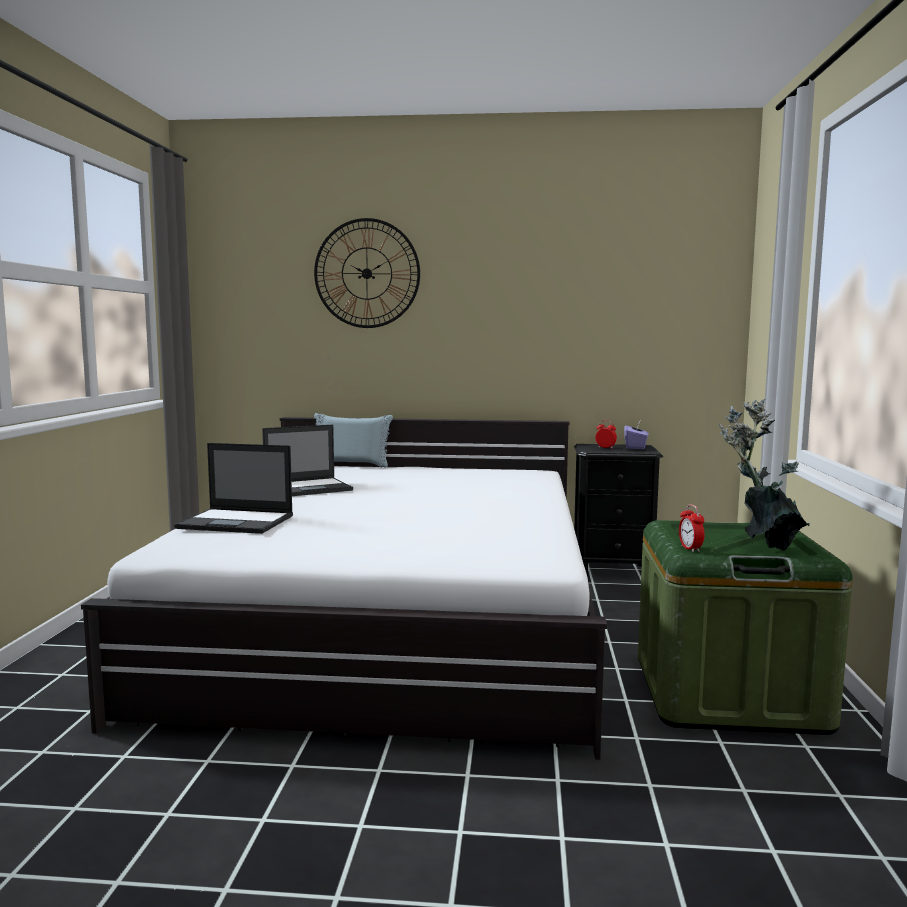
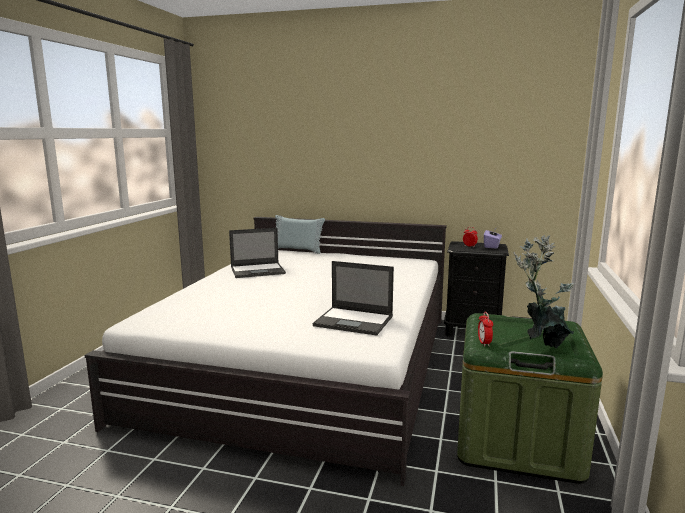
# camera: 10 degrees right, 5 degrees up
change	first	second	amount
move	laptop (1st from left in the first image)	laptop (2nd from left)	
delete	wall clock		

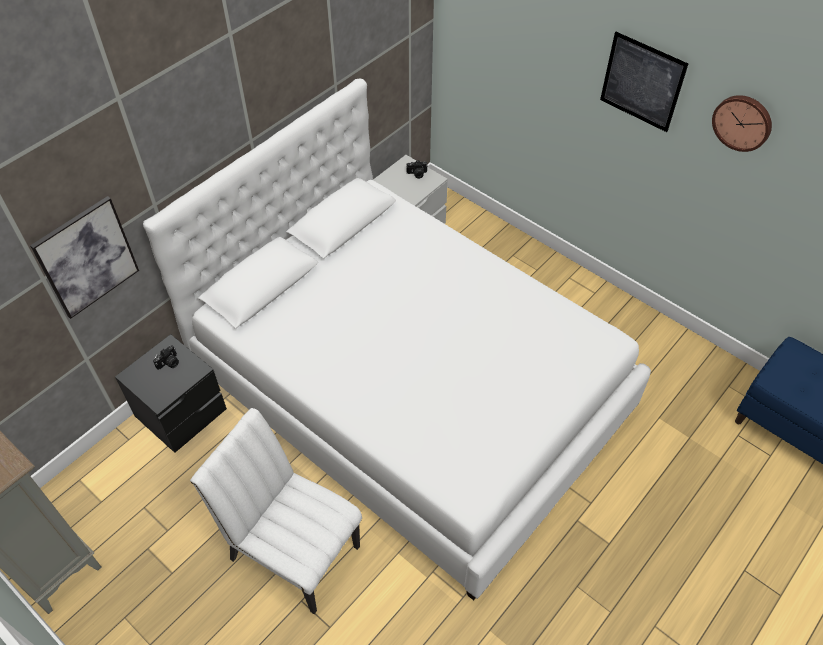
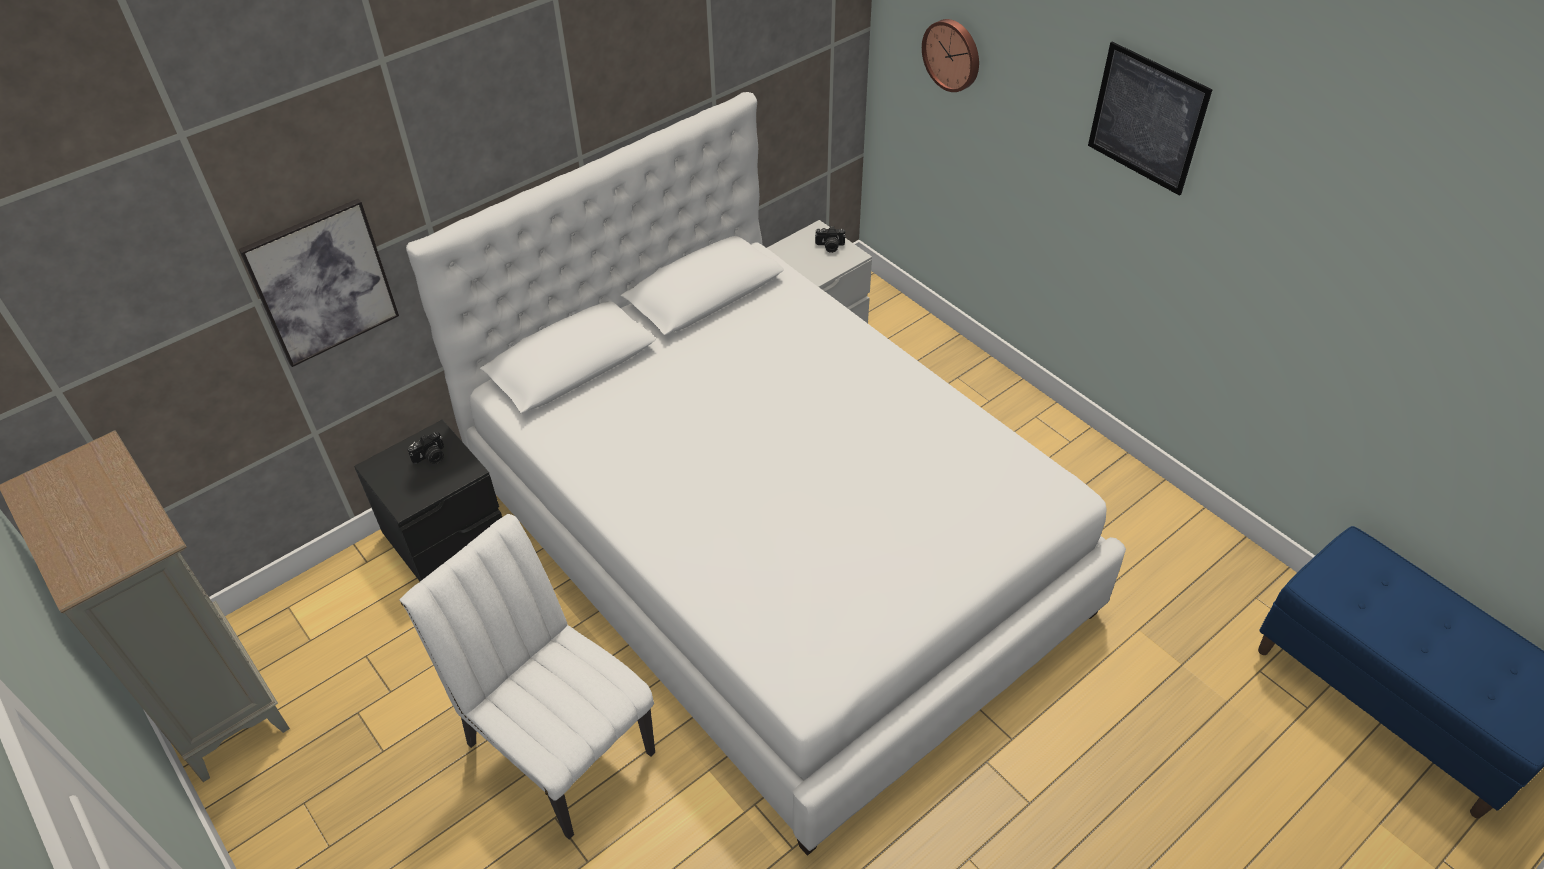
# camera: 10 degrees right, 5 degrees down
change	first	second	amount
move	wall clock		

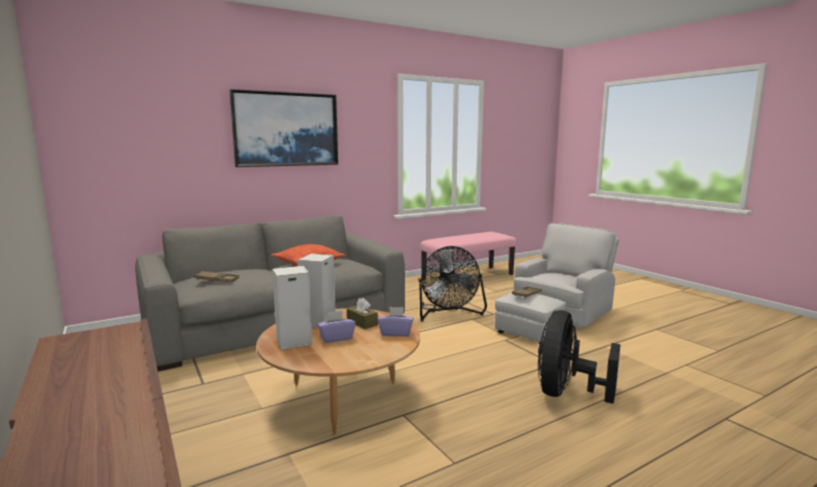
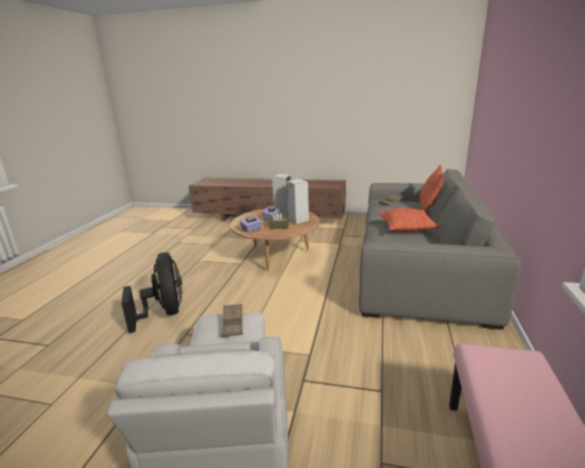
# camera: 135 degrees right, 10 degrees up
change	first	second	amount
insert		orange pillow (2nd from left)	
delete	picture		
delete	black fan (1st from left)		

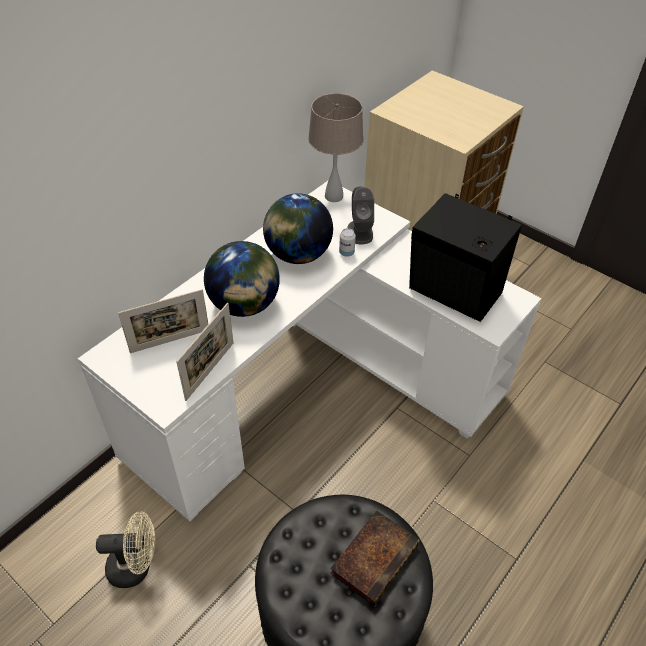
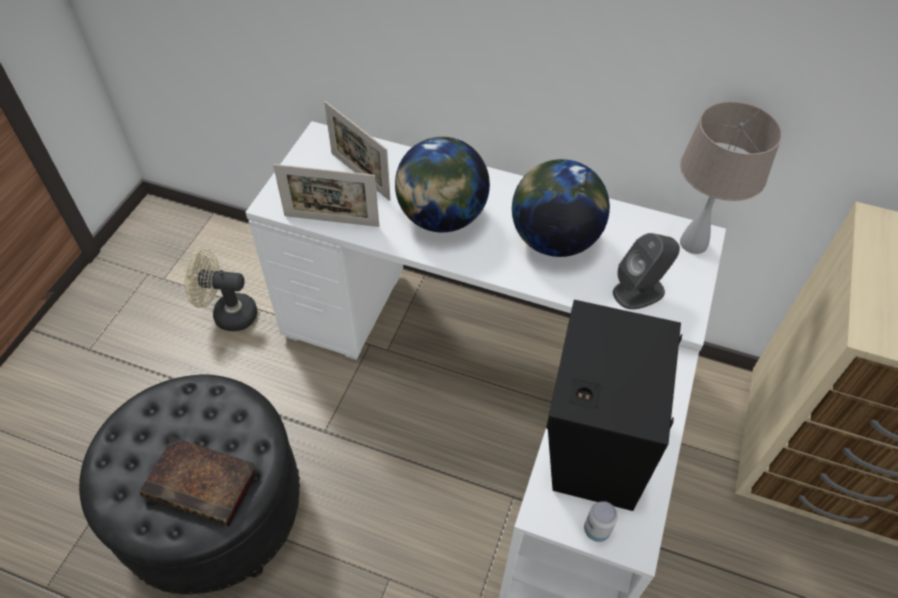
# camera: 70 degrees right, 5 degrees up
change	first	second	amount
rotate	beige fan		120 degrees clockwise
move	can		

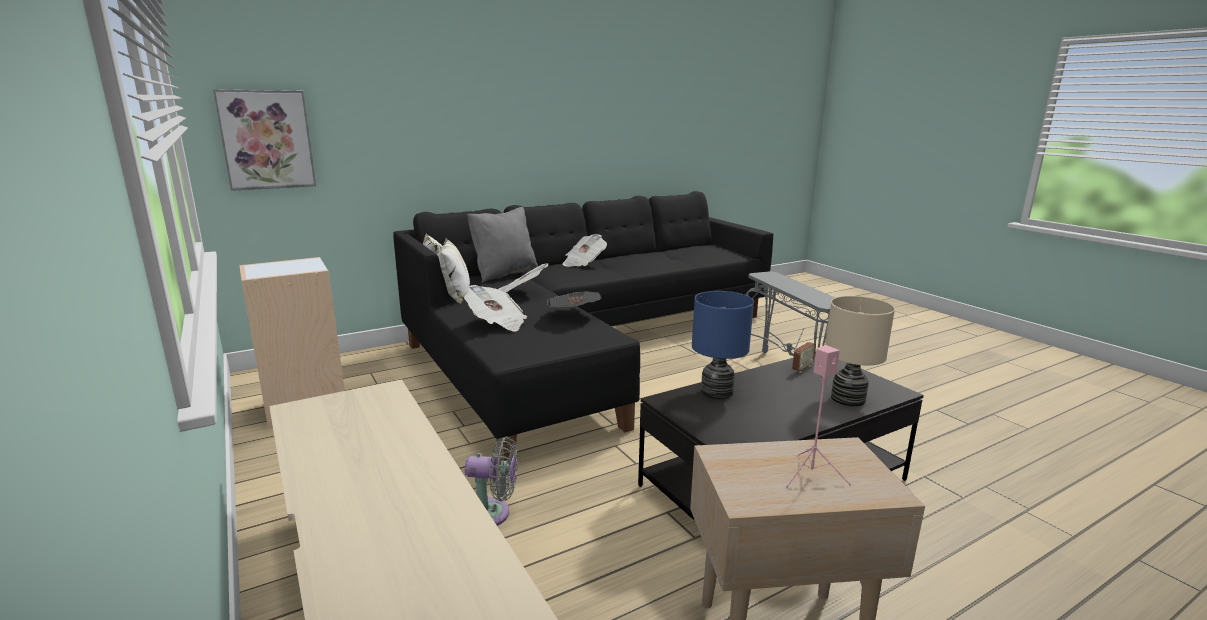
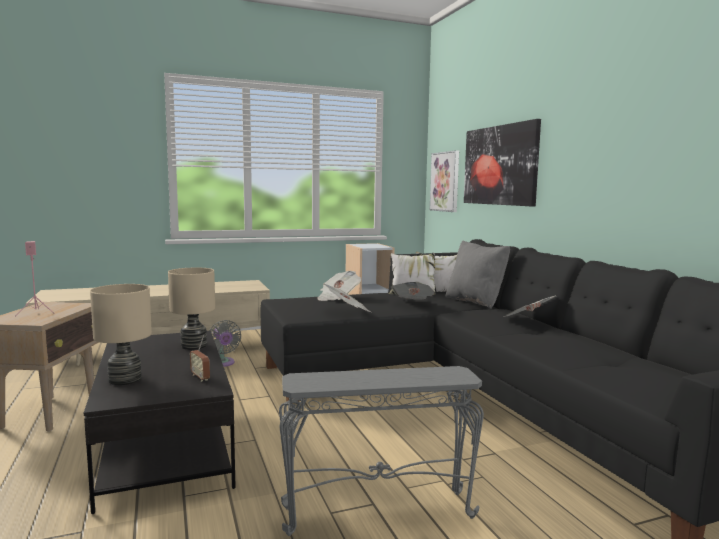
# camera: 100 degrees right, 10 degrees down
change	first	second	amount
recolor	blue table lamp	beige table lamp (2nd from left)	
rotate	grey fan		45 degrees counterclockwise
insert		picture (2nd from left)	

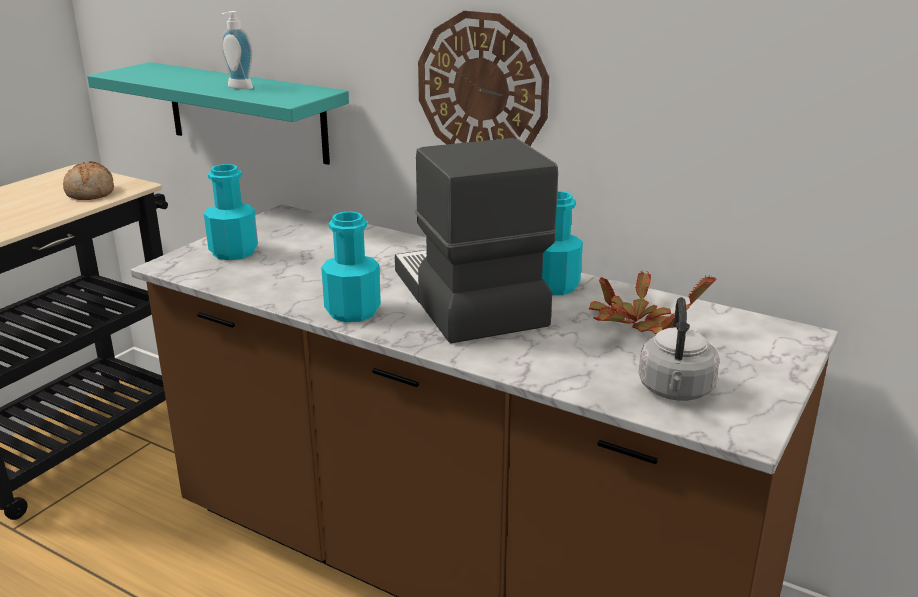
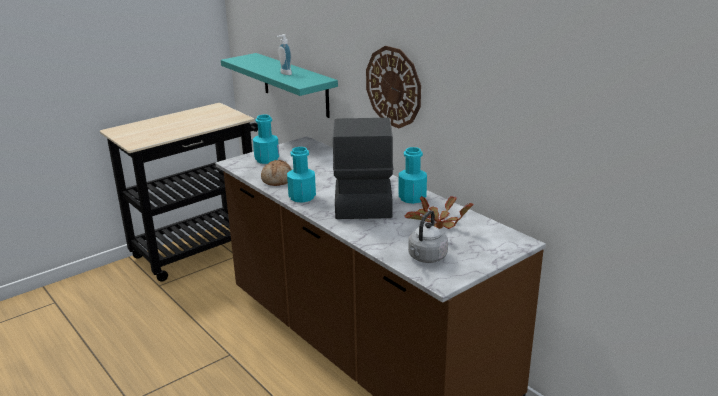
# camera: 20 degrees right, 0 degrees up
change	first	second	amount
move	bread		

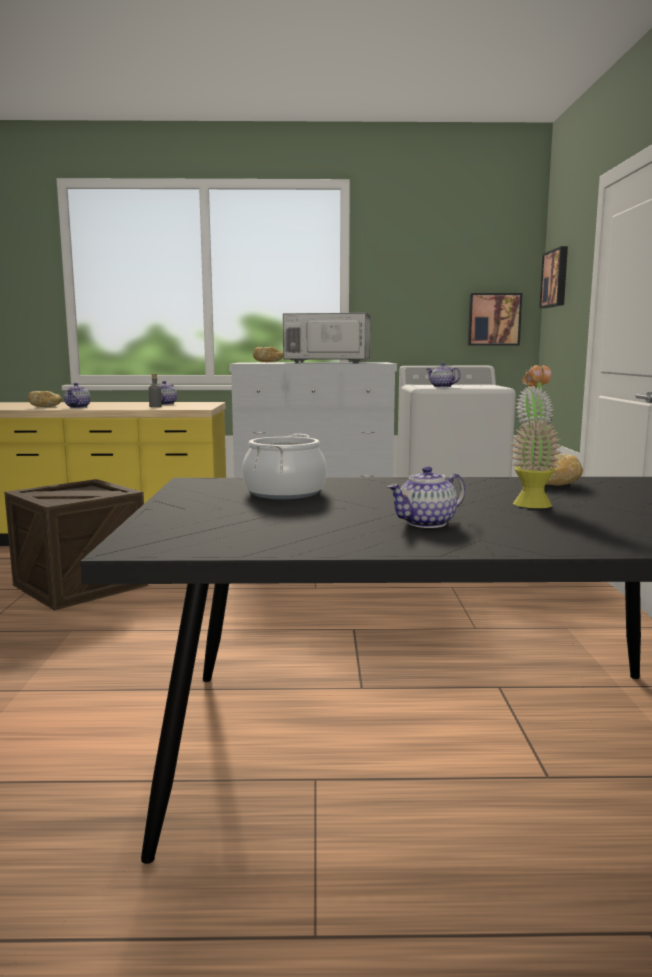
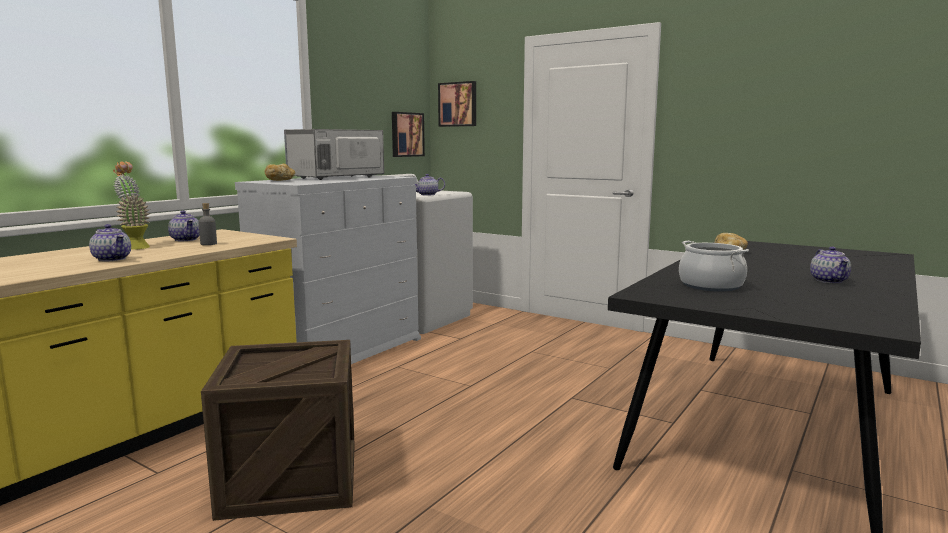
# camera: 55 degrees left, 0 degrees up
change	first	second	amount
move	potted plant		
delete	bread (1st from left)		

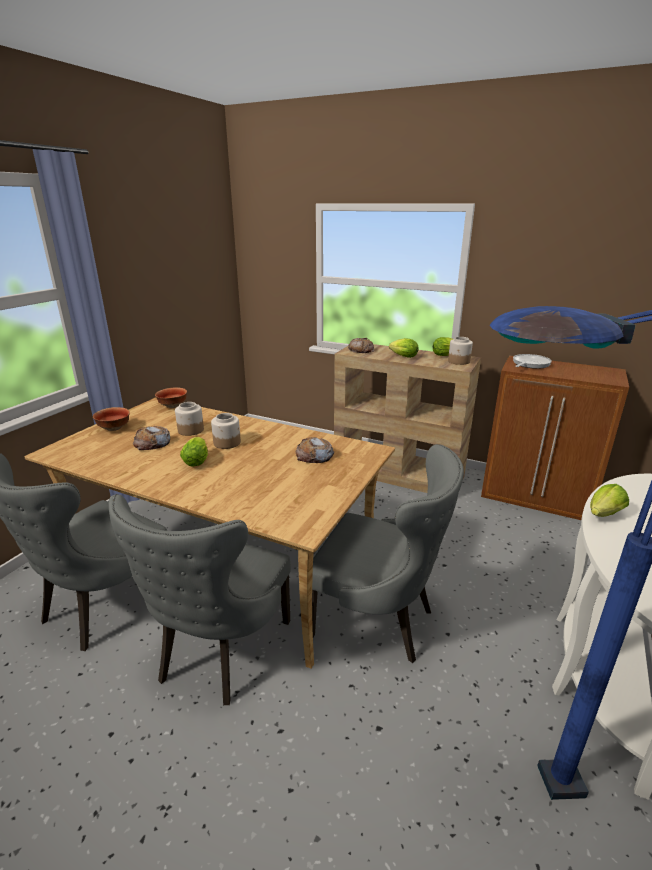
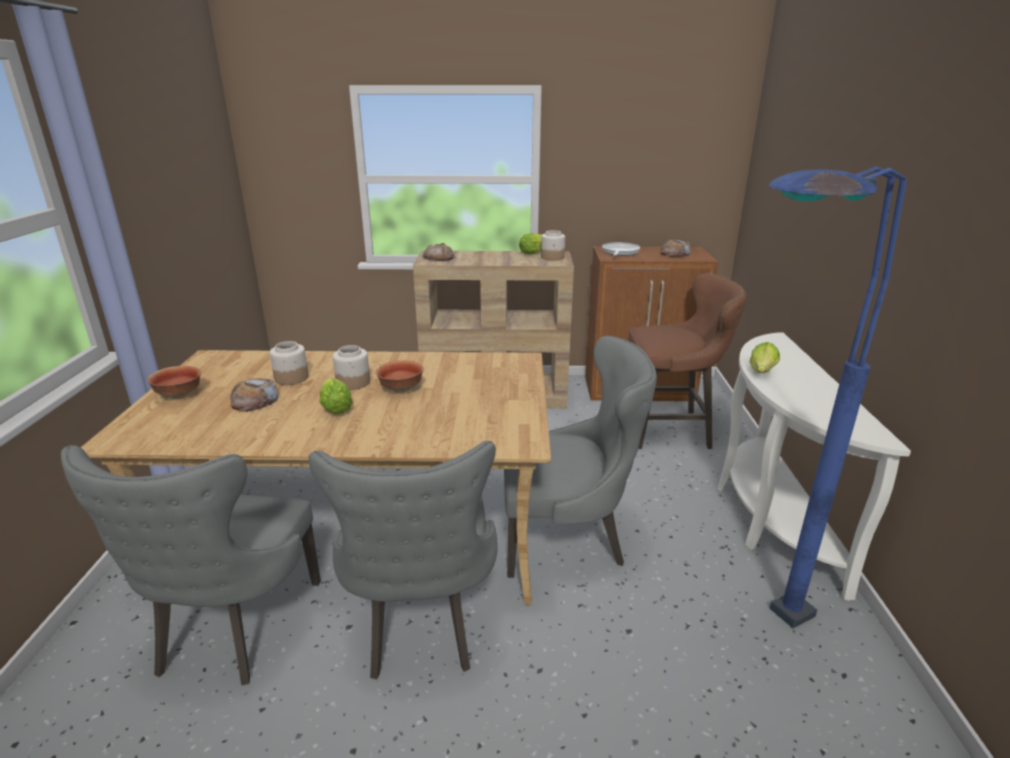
# camera: 25 degrees left, 0 degrees up
change	first	second	amount
move	bowl (2nd from left)		
insert		brown stool	
move	bread (2nd from left in the first image)	bread (3rd from left)	
delete	lettuce (2nd from left)		

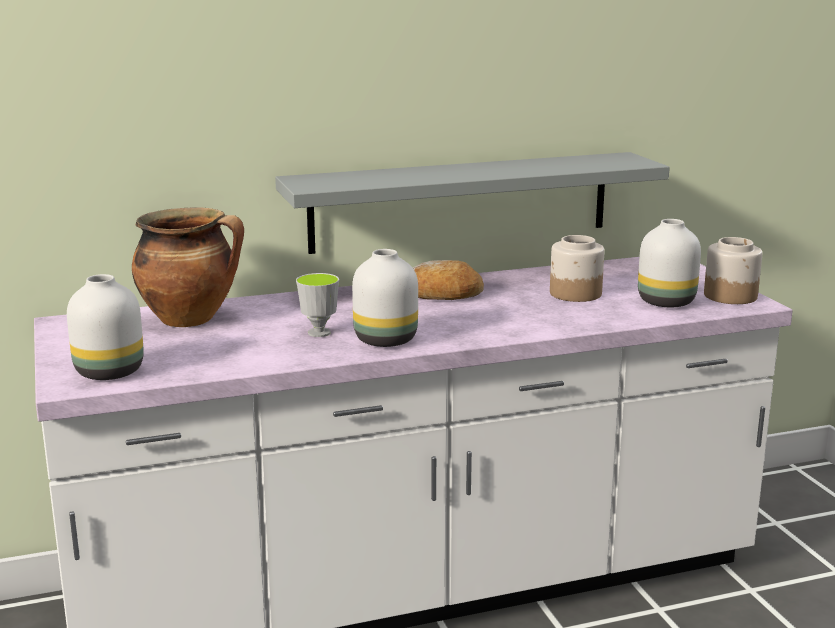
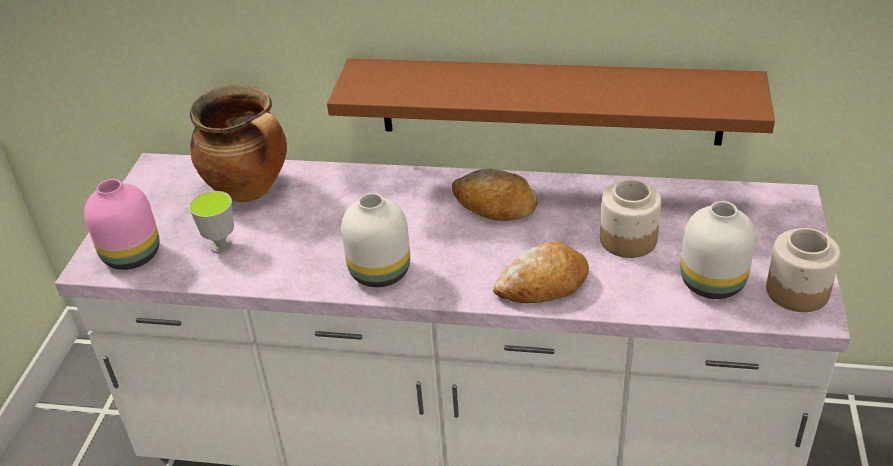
# camera: 30 degrees right, 20 degrees up
change	first	second	amount
recolor	white vase (1st from left)	pink vase	
move	cup		
recolor	grey shelf	brown shelf	
insert		bread (2nd from left)	

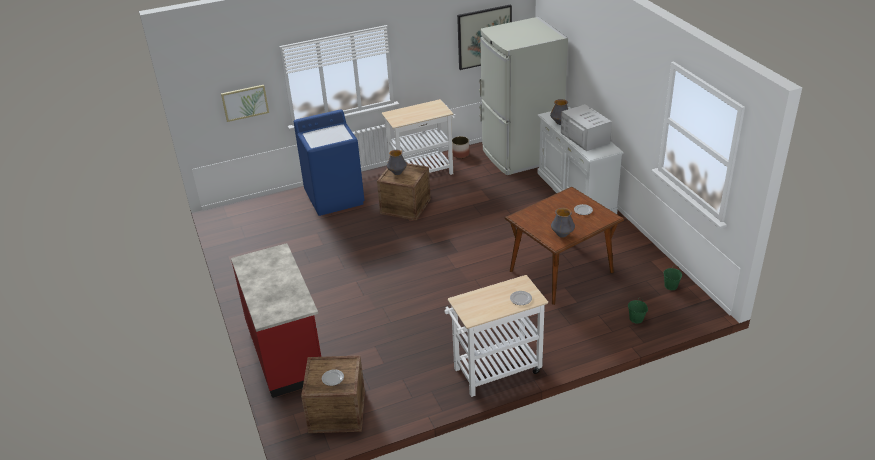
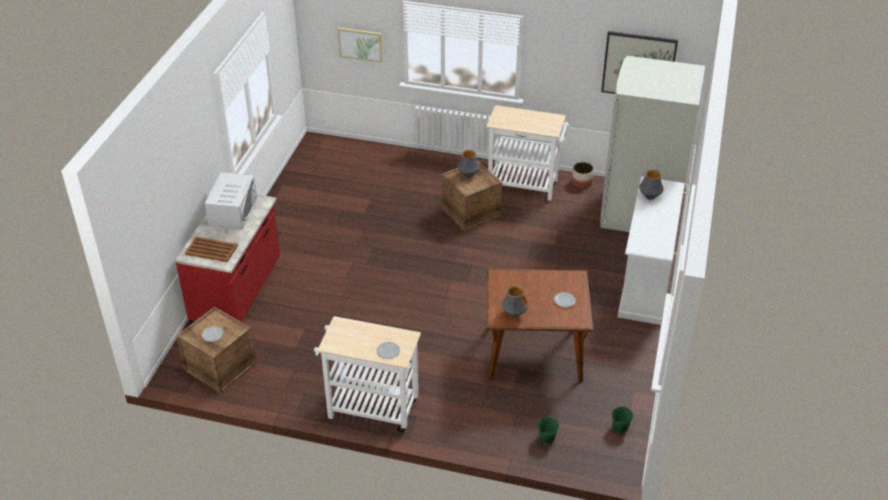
# camera: 35 degrees right, 5 degrees up
change	first	second	amount
insert		brown tray	
move	white microwave		
delete	blue washing machine		

